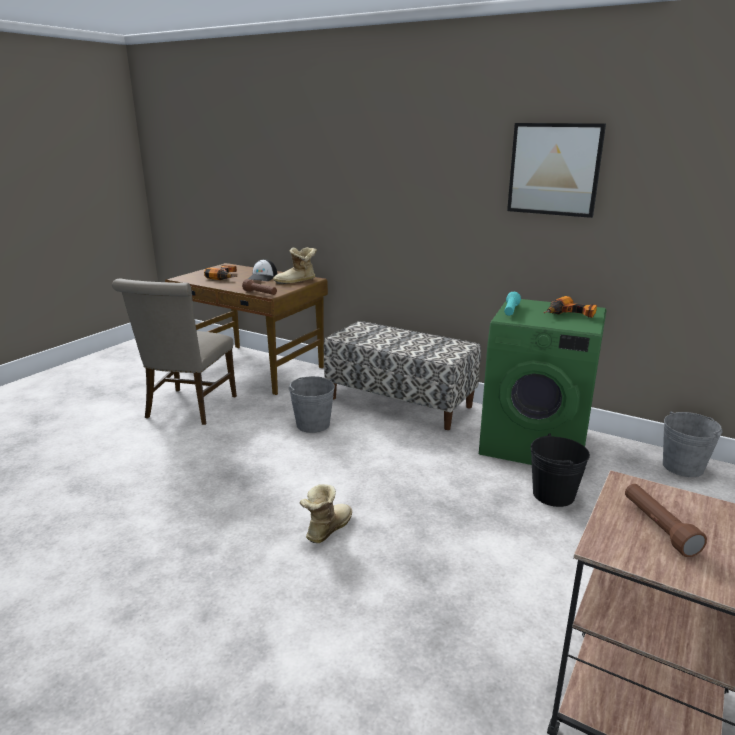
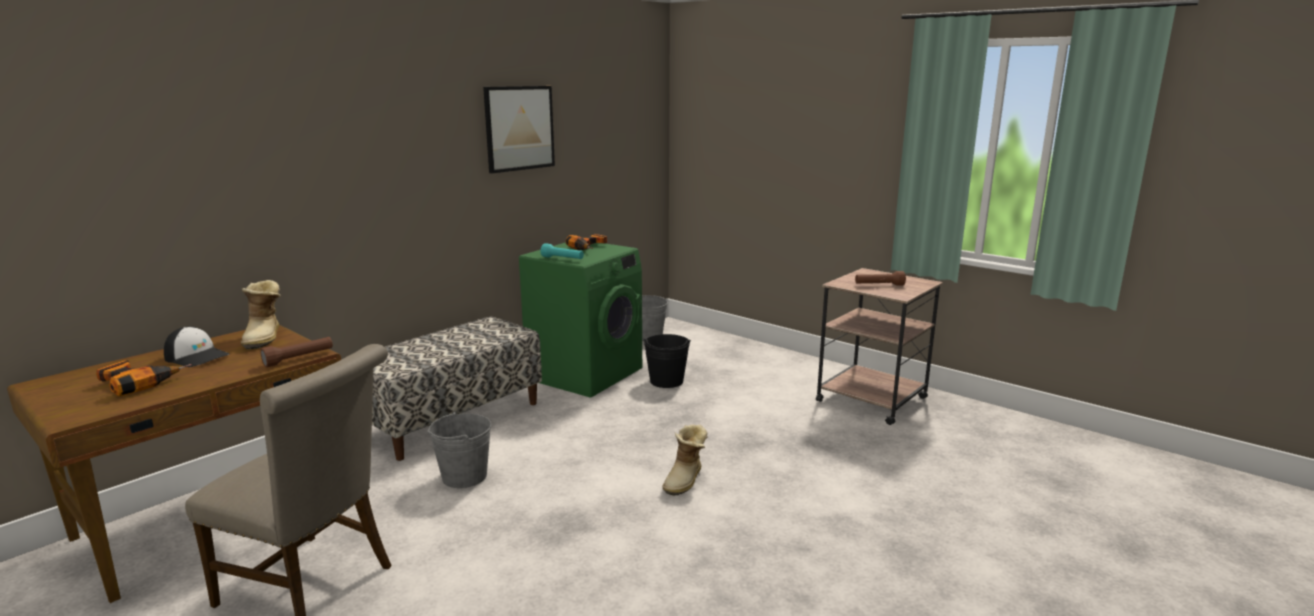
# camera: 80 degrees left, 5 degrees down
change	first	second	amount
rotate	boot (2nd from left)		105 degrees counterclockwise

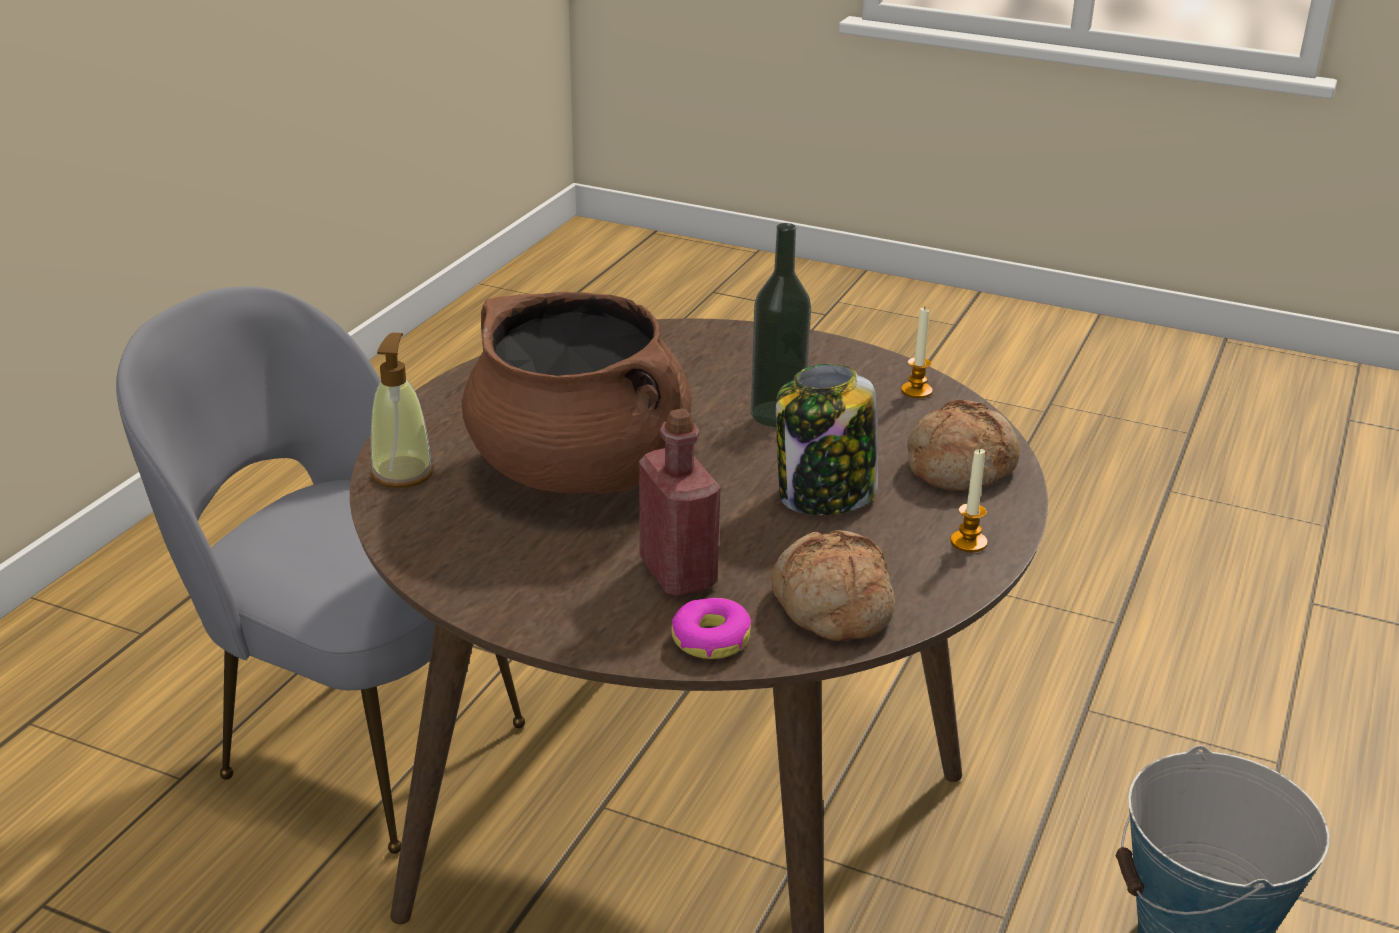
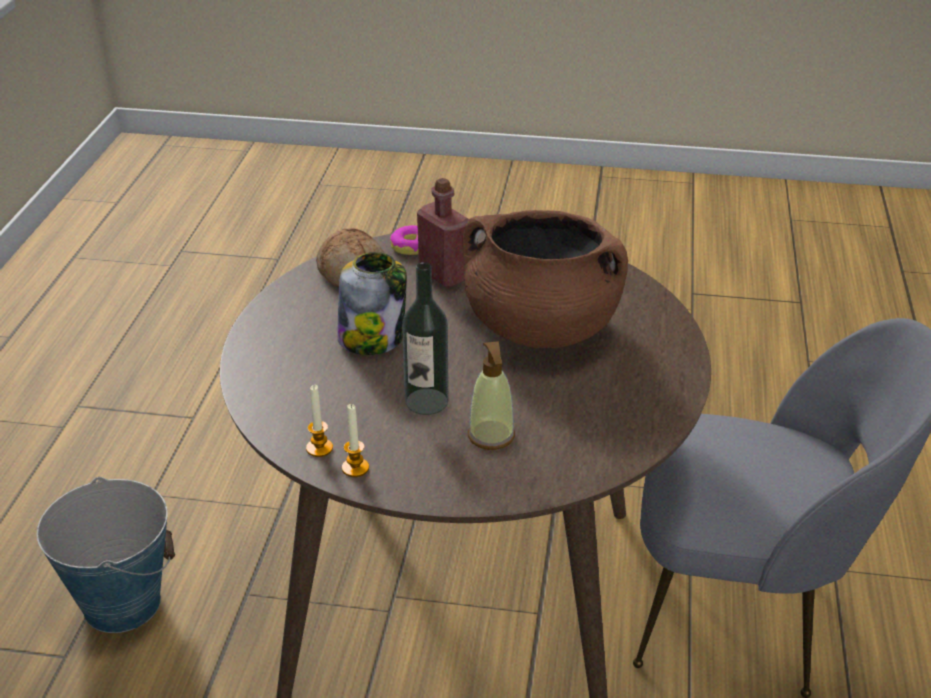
# camera: 165 degrees right, 5 degrees up
change	first	second	amount
move	candle (2nd from left)		
move	soap dispenser		
delete	bread (2nd from left)		

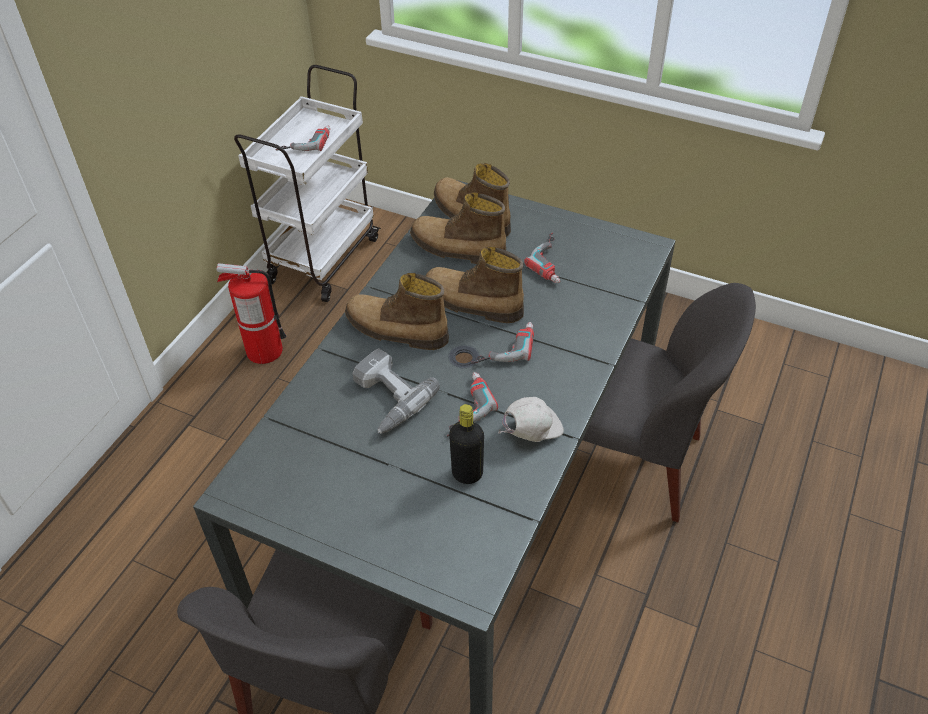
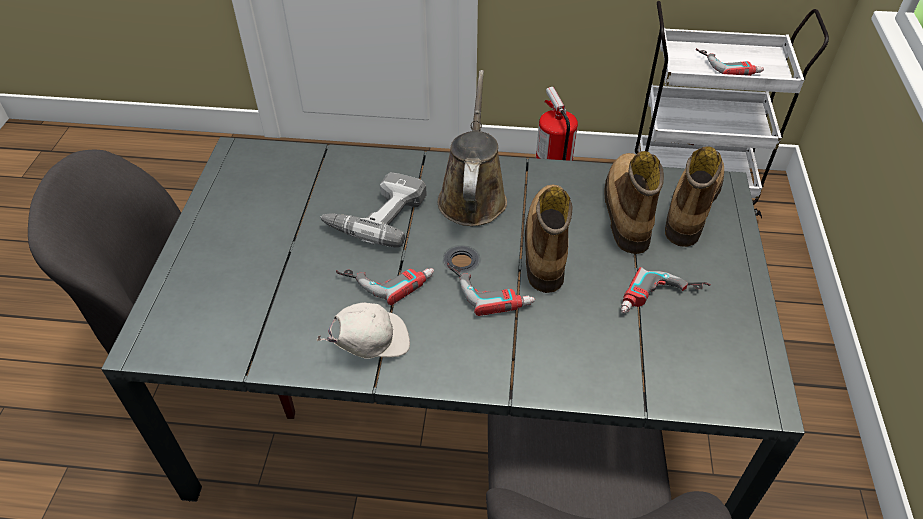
# camera: 70 degrees right, 0 degrees up
change	first	second	amount
rotate	white cap		60 degrees counterclockwise
replace	boot (1st from left)	brown watering can	
delete	black bottle		

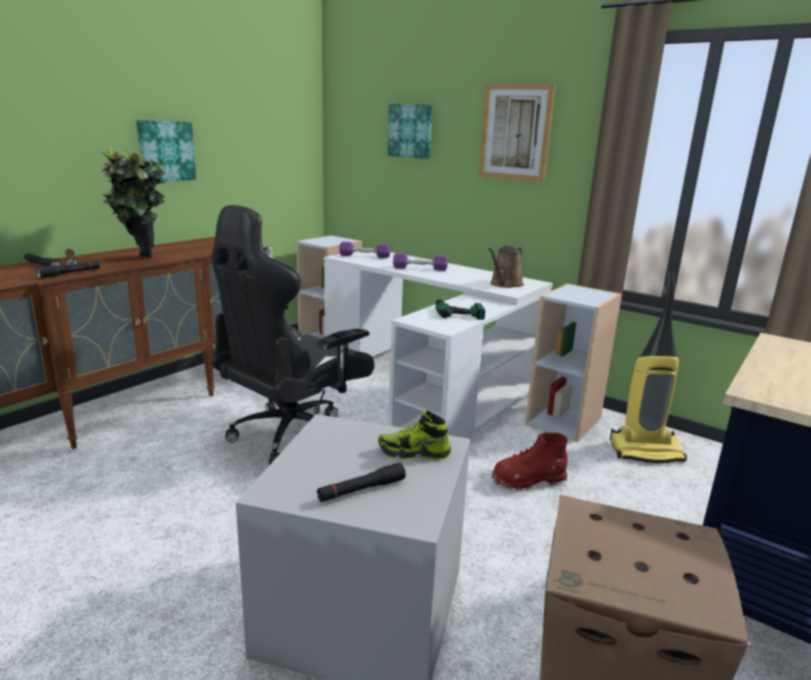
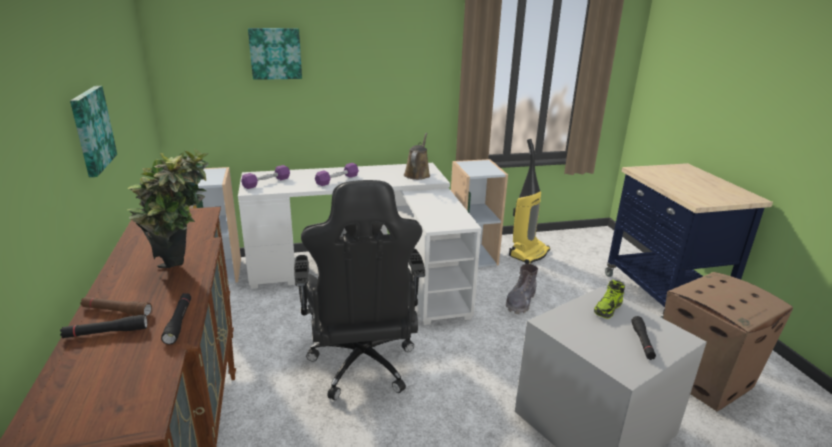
# camera: 50 degrees left, 5 degrees up
change	first	second	amount
rotate	brown watering can		150 degrees counterclockwise
recolor	red boot	grey boot	
delete	power drill		
delete	picture (3rd from left)		

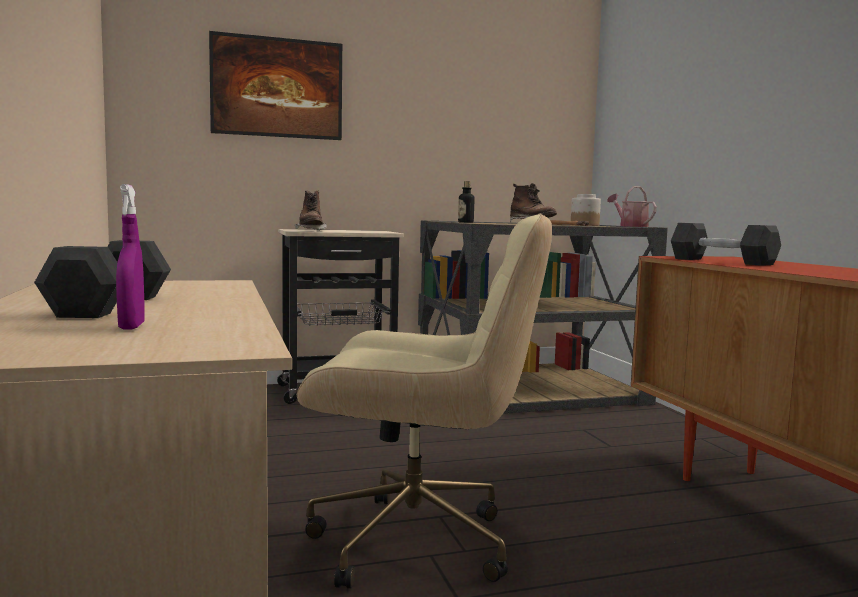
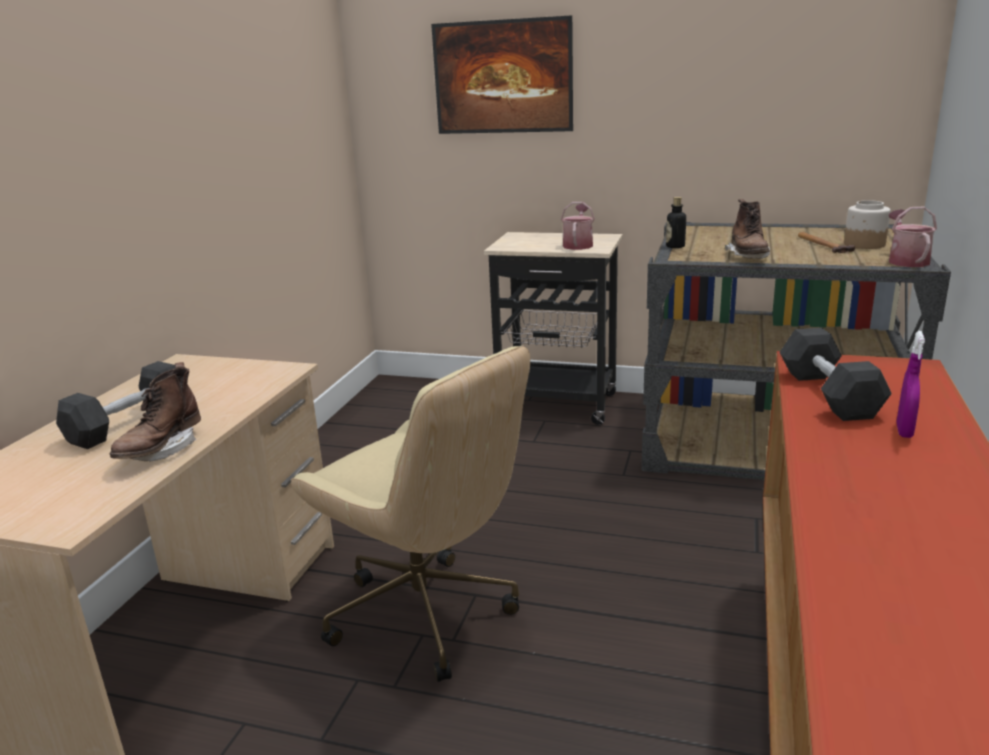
# camera: 35 degrees right, 15 degrees up
change	first	second	amount
move	brown boot (1st from left)		
insert		watering can (1st from left)	
move	purple spray bottle		

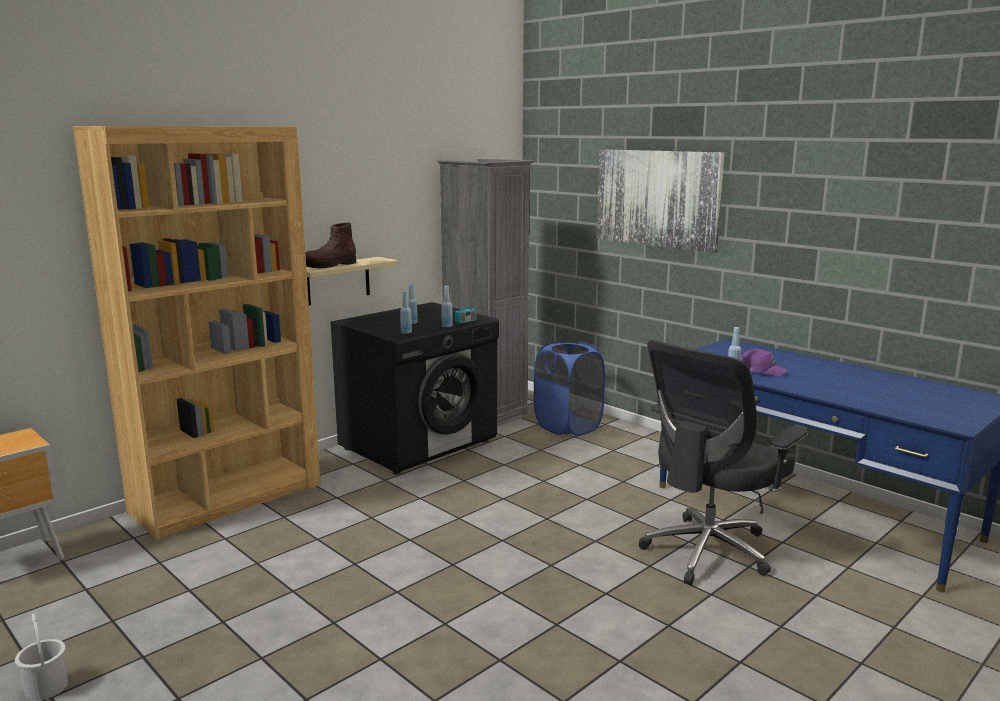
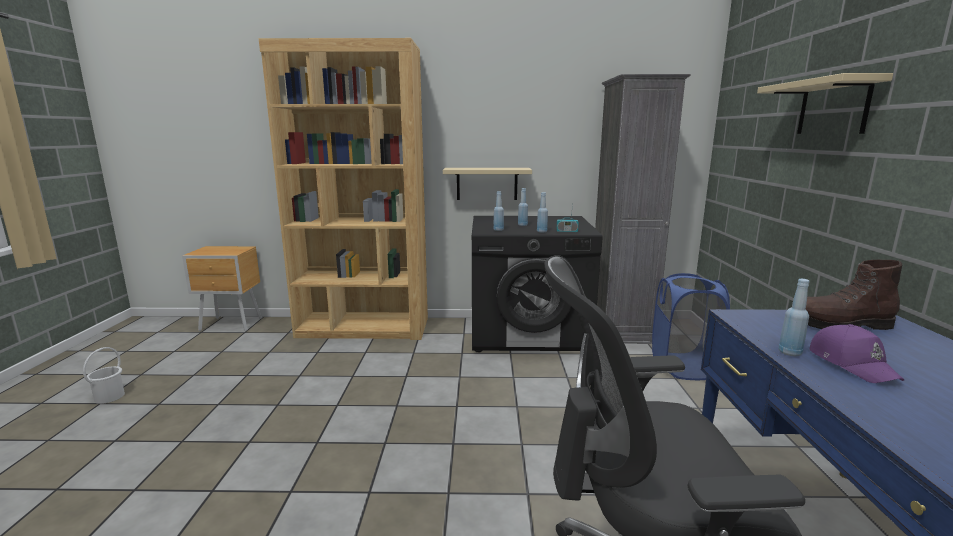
# camera: 45 degrees right, 0 degrees up
change	first	second	amount
replace	picture	beige shelf (2nd from left)	
move	brown boot		

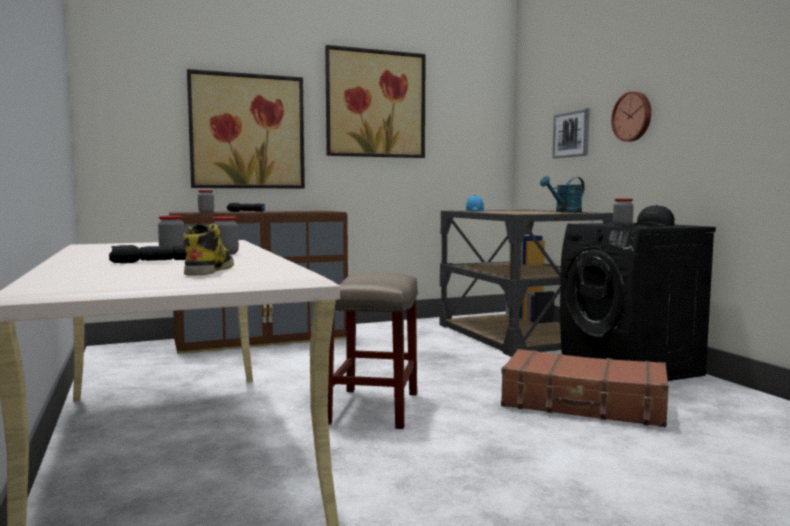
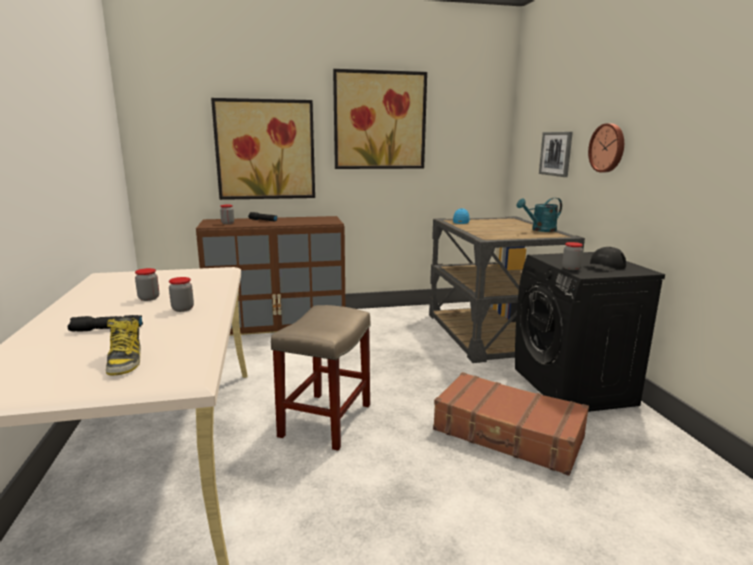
# camera: 10 degrees right, 10 degrees up
change	first	second	amount
rotate	boot		150 degrees clockwise

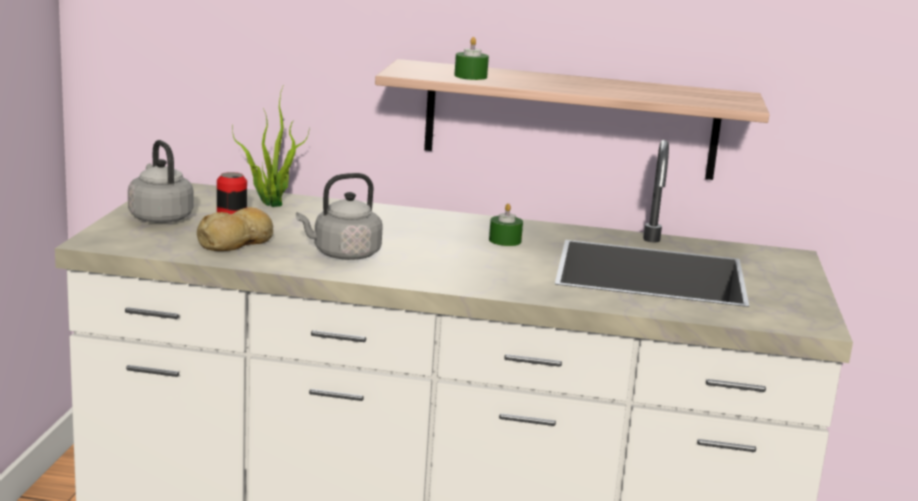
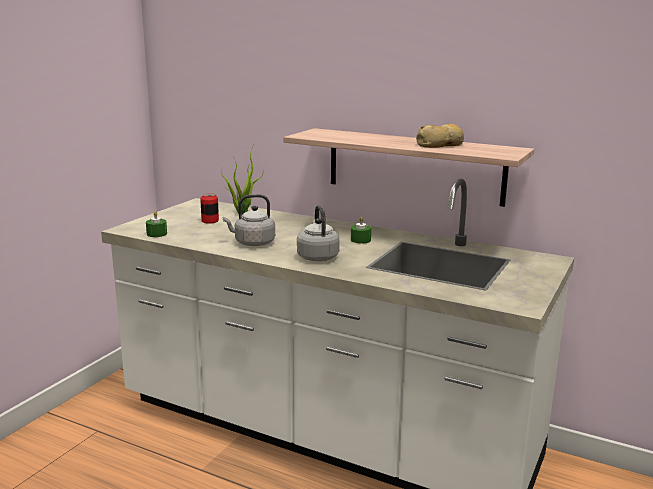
# camera: 20 degrees right, 0 degrees up
change	first	second	amount
move	green candle (1st from left)		
move	grey kettle (1st from left in the first image)	grey kettle (2nd from left)	
move	bread		

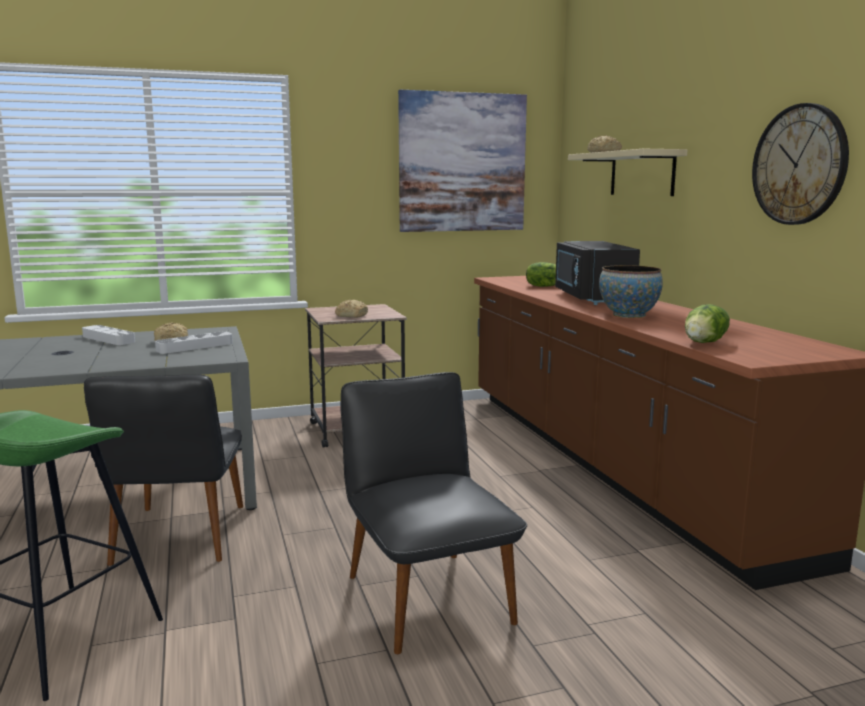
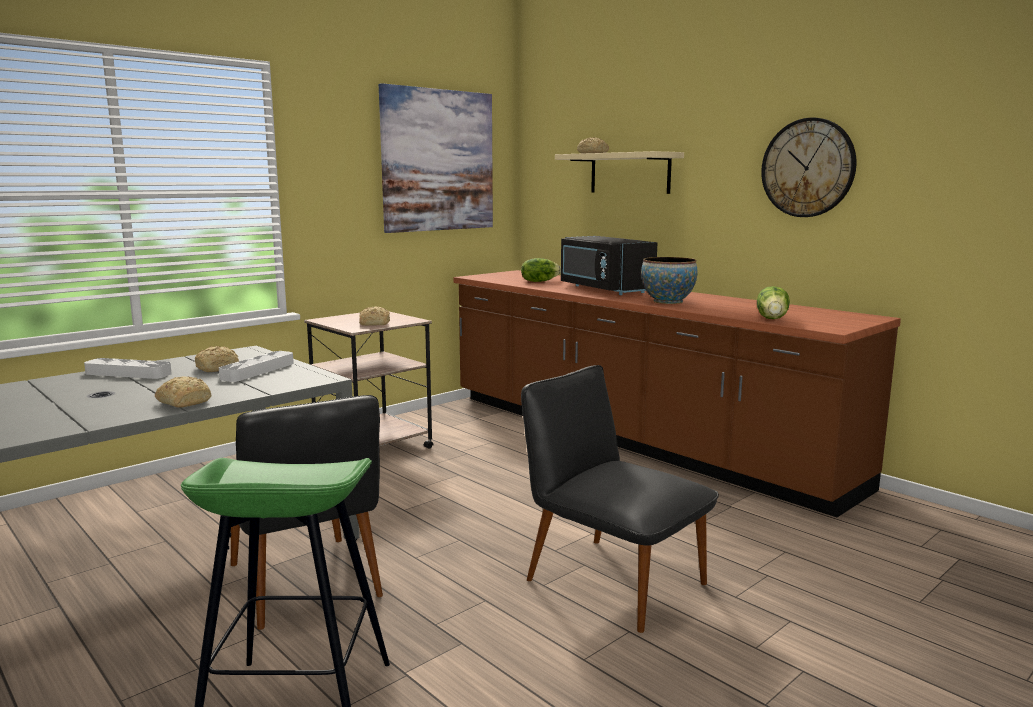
# camera: 25 degrees left, 0 degrees up
change	first	second	amount
insert		bread (1st from left)	

